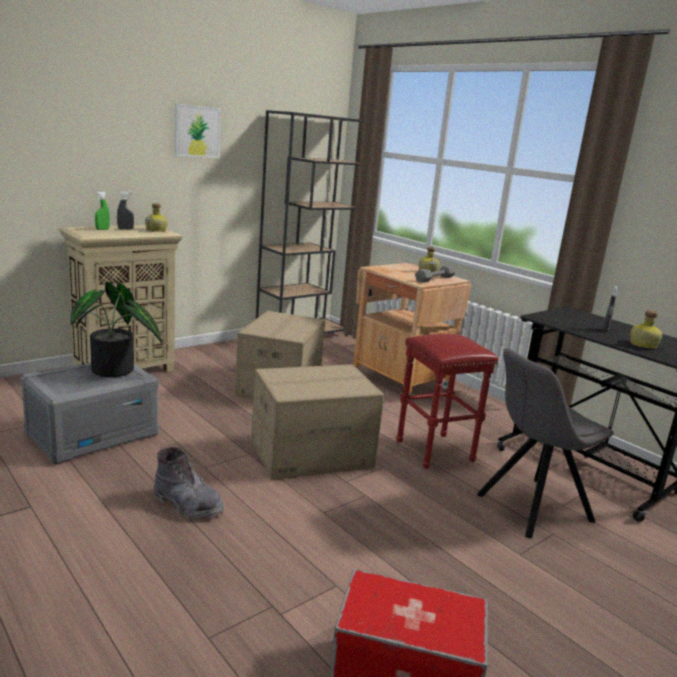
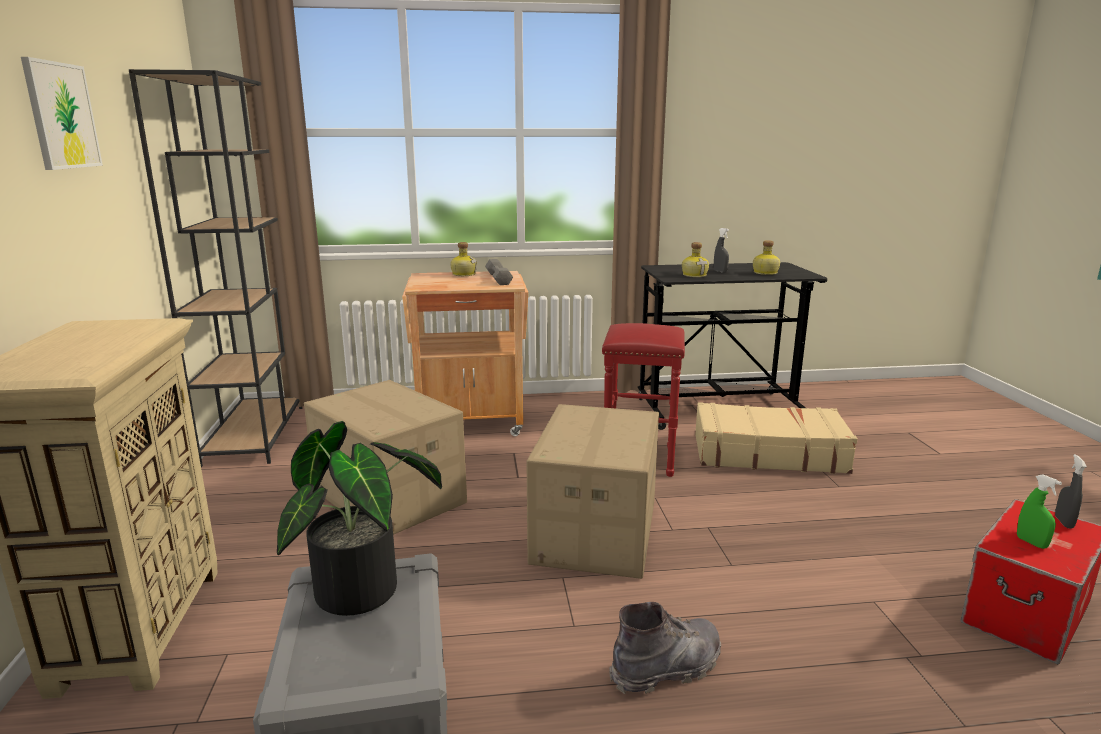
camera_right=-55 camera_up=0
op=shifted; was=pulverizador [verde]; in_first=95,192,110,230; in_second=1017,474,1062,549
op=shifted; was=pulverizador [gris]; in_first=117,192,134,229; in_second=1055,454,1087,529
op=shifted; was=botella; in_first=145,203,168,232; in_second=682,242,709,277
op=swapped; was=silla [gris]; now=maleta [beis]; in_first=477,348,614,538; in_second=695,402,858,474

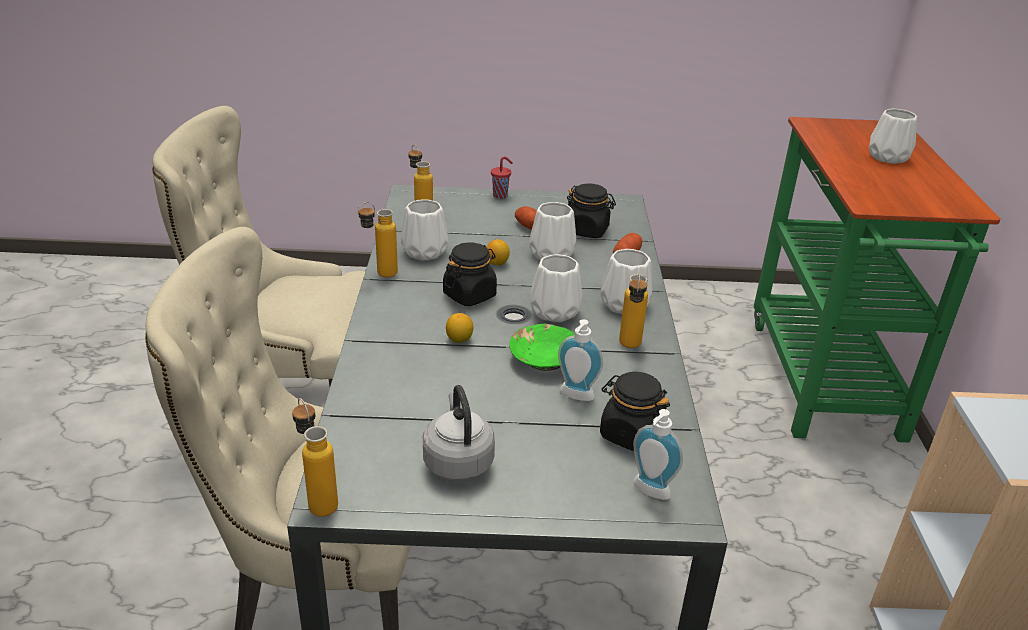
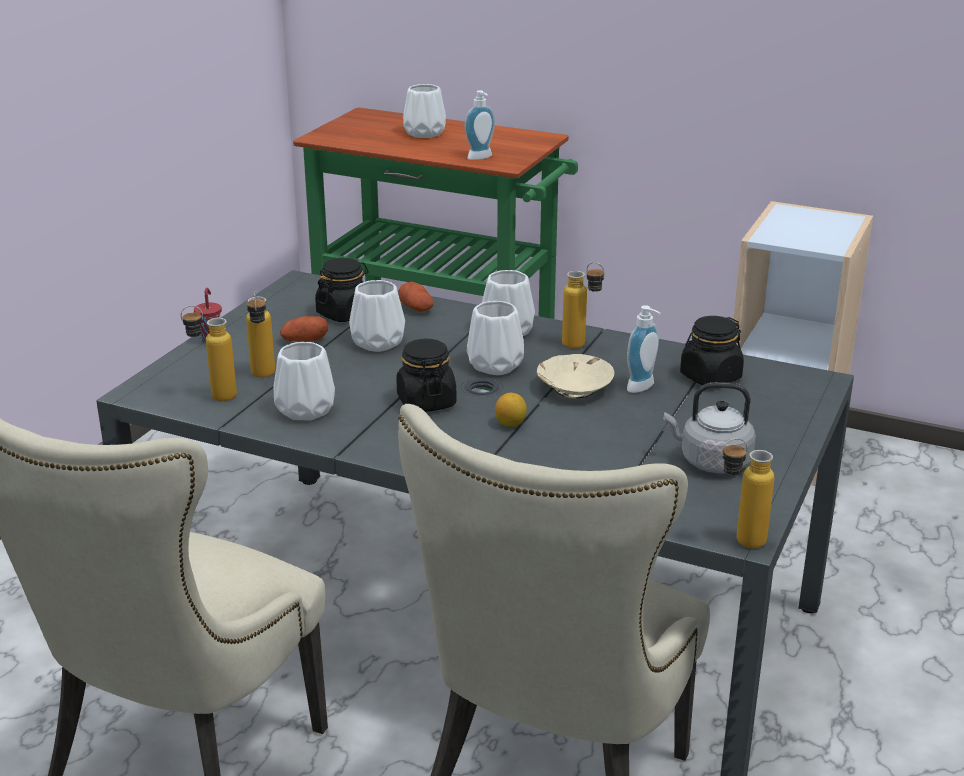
camera_right=-65 camera_up=-5
op=shifted; was=botella; in_first=358,202,398,277; in_second=246,292,275,378
op=gone; was=limón; in_first=487,239,510,265
op=repainted; was=cuenco [verde]; now=cuenco [beis]; in_first=510,324,575,371; in_second=537,354,614,398
op=shifted; was=dispensador de jabón; in_first=633,409,683,500; in_second=464,90,495,160

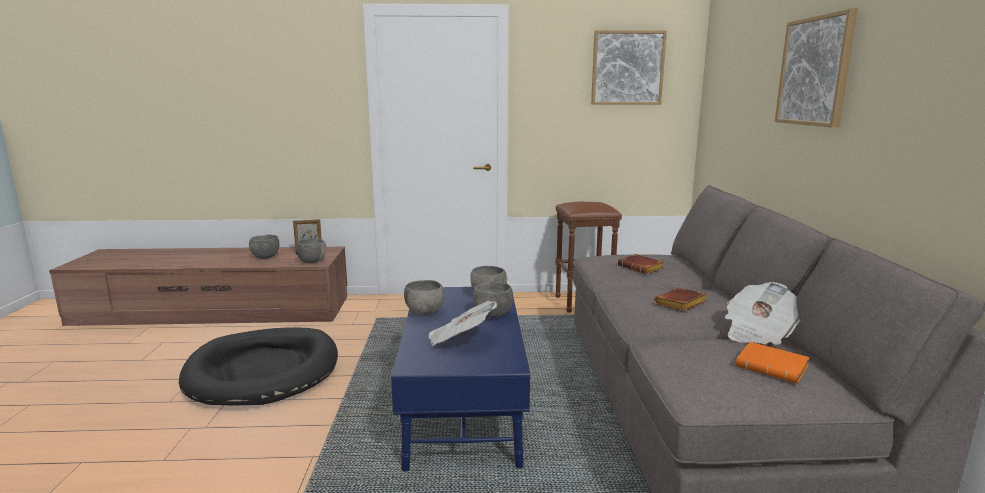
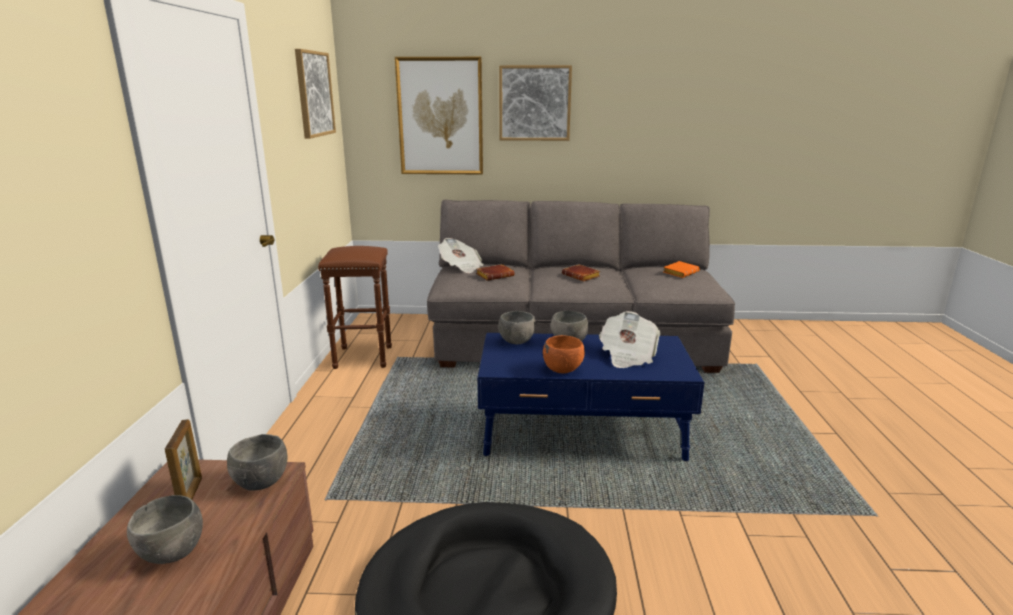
camera_right=-85 camera_up=5
op=repainted; was=cuenco [gris]; now=cuenco [naranja]; in_first=404,280,444,315; in_second=543,335,585,374
op=shifted; was=periódico; in_first=725,282,800,345; in_second=438,238,484,273
op=new; now=cuadro; in_second=395,57,483,174

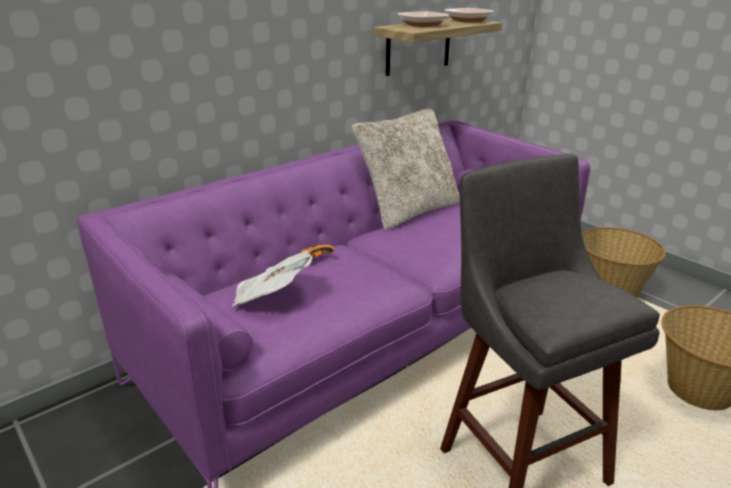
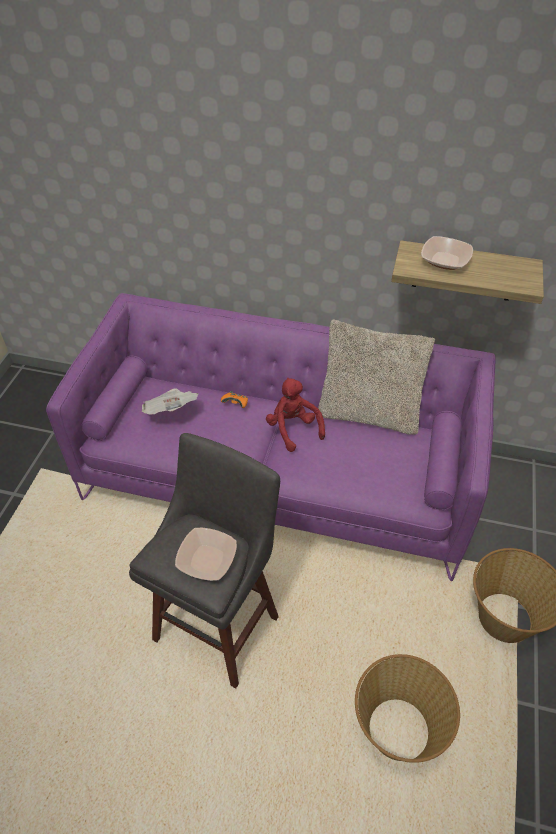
camera_right=55 camera_up=20
op=shifted; was=cuenco; in_first=444,8,494,23; in_second=175,528,237,581
op=new; now=peluche [rojo]; in_second=266,378,325,452

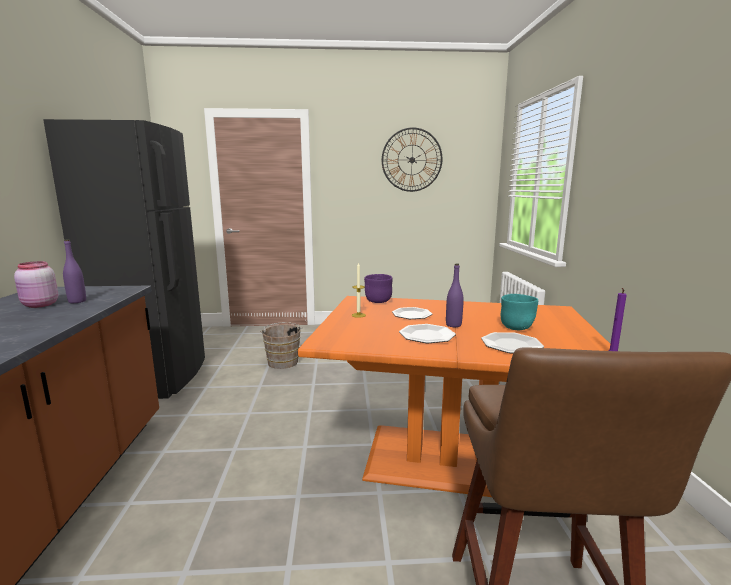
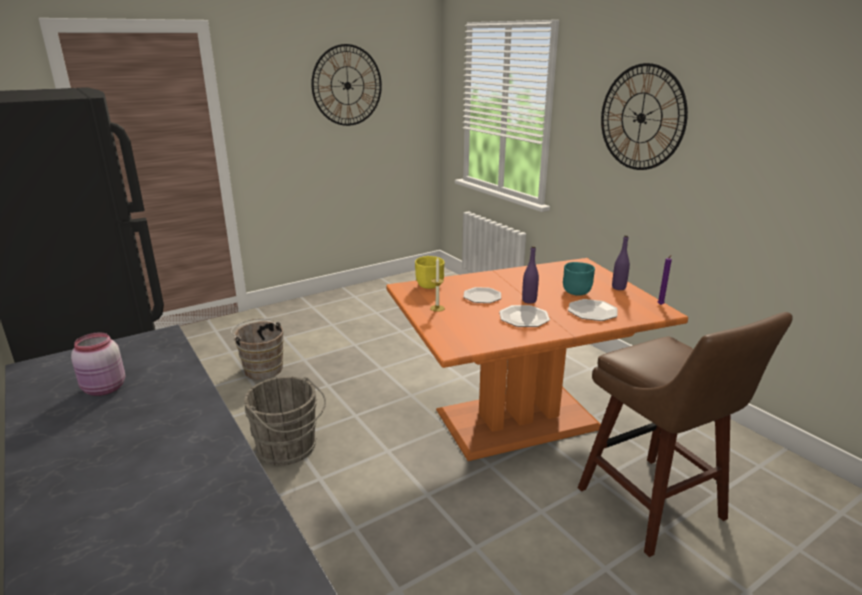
camera_right=-30 camera_up=10
op=shifted; was=botella [morado]; in_first=63,239,86,303; in_second=612,235,630,290
op=repainted; was=cuenco [morado]; now=cuenco [amarillo]; in_first=364,274,393,303; in_second=415,256,444,289
op=new; now=cubo [gris]; in_second=244,376,326,466
op=new; now=reloj de pared; in_second=601,63,688,170

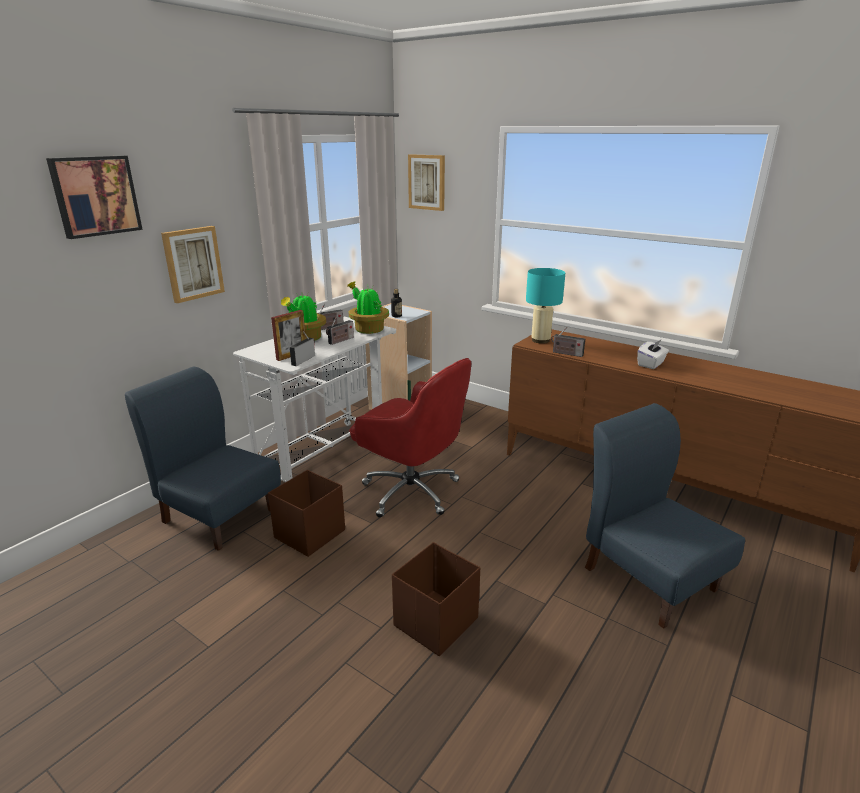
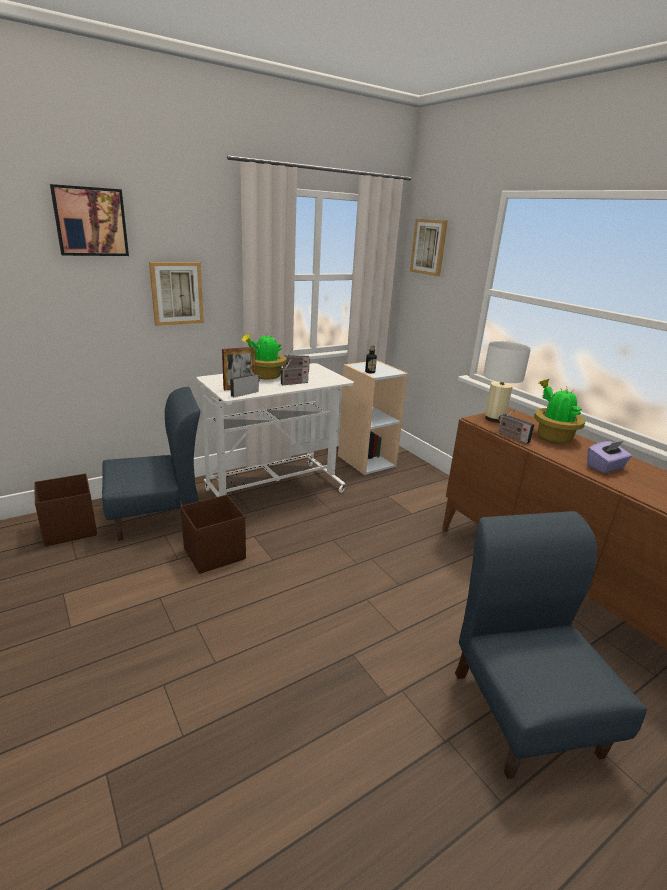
camera_right=20 camera_up=0
op=rotated; was=silla [azul]; in_first=125,367,281,551; in_second=102,387,200,541; clockwise=105
op=shifted; was=planta en maceta; in_first=348,281,389,334; in_second=534,379,585,443
op=gone; was=silla de oficina [rojo]; in_first=349,358,471,517
op=shifted; was=caja de almacenaje [marrón]; in_first=392,542,480,656; in_second=34,473,97,546
op=repainted; was=lámpara de mesa [turquesa]; now=lámpara de mesa [blanco]; in_first=526,268,565,344; in_second=483,341,531,423
op=repainted; was=caja de pañuelos [blanco]; now=caja de pañuelos [morado]; in_first=637,339,669,369; in_second=587,441,632,473

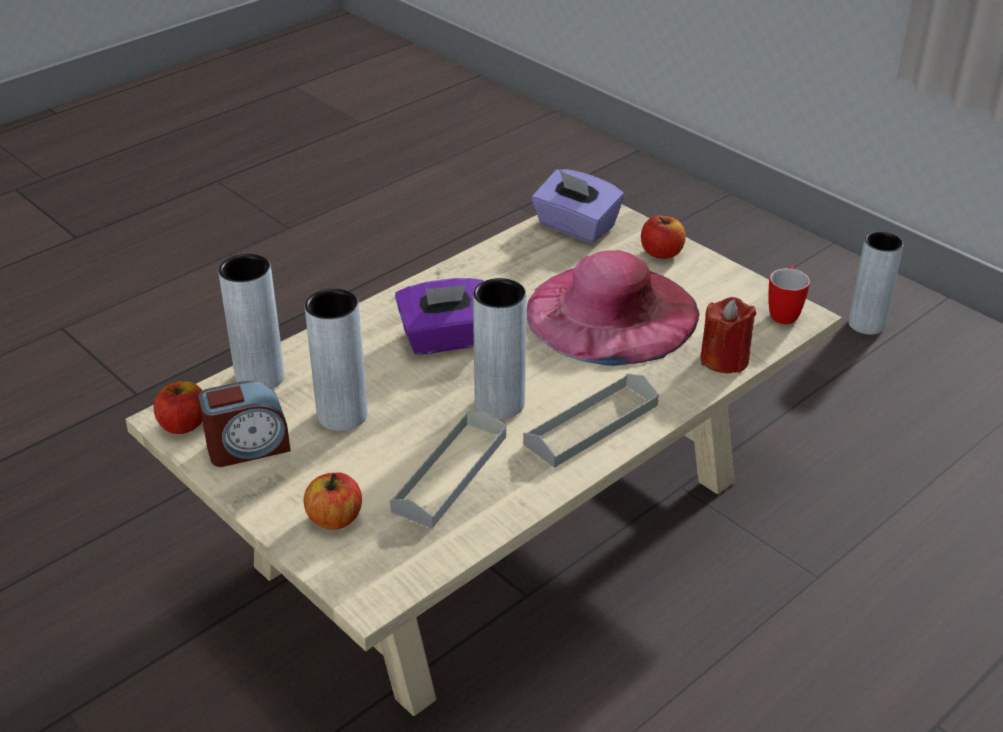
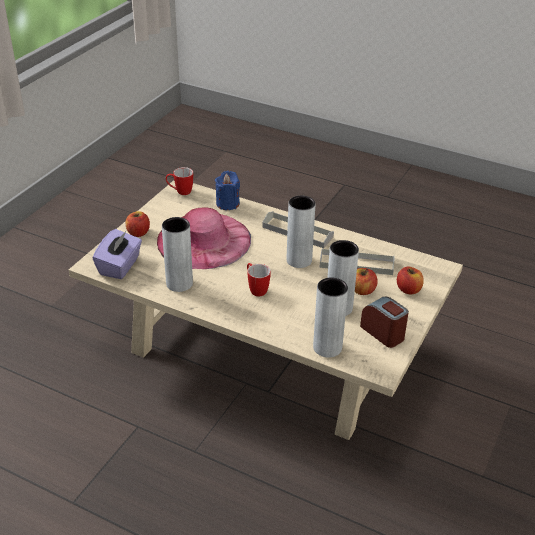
camera_right=-110 camera_up=0
op=shifted; was=manzana; in_first=154,381,202,434; in_second=355,268,378,295
op=swapped; was=caja de pañuelos [morado]; now=taza grande; in_first=395,278,484,355; in_second=247,263,271,297
op=repainted; was=vela [rojo]; now=vela [azul]; in_first=700,297,757,373; in_second=215,171,240,210
op=shifted; was=florero [gris]; in_first=848,232,903,335; in_second=162,217,193,292

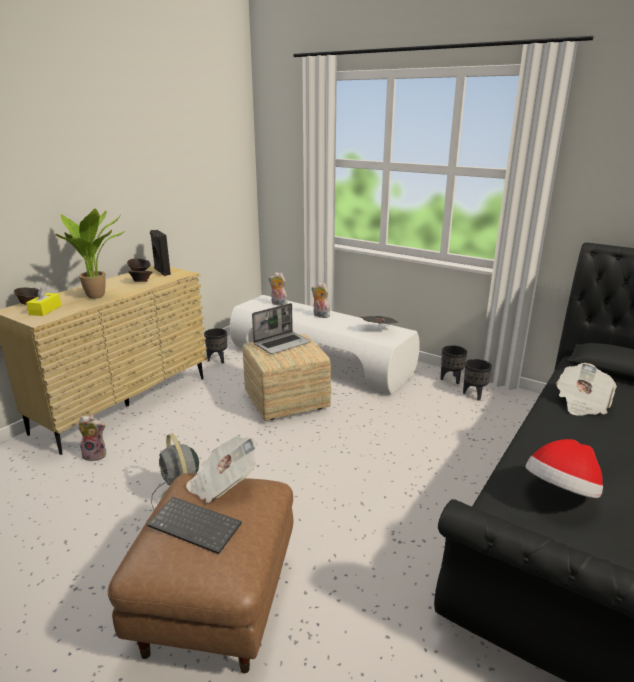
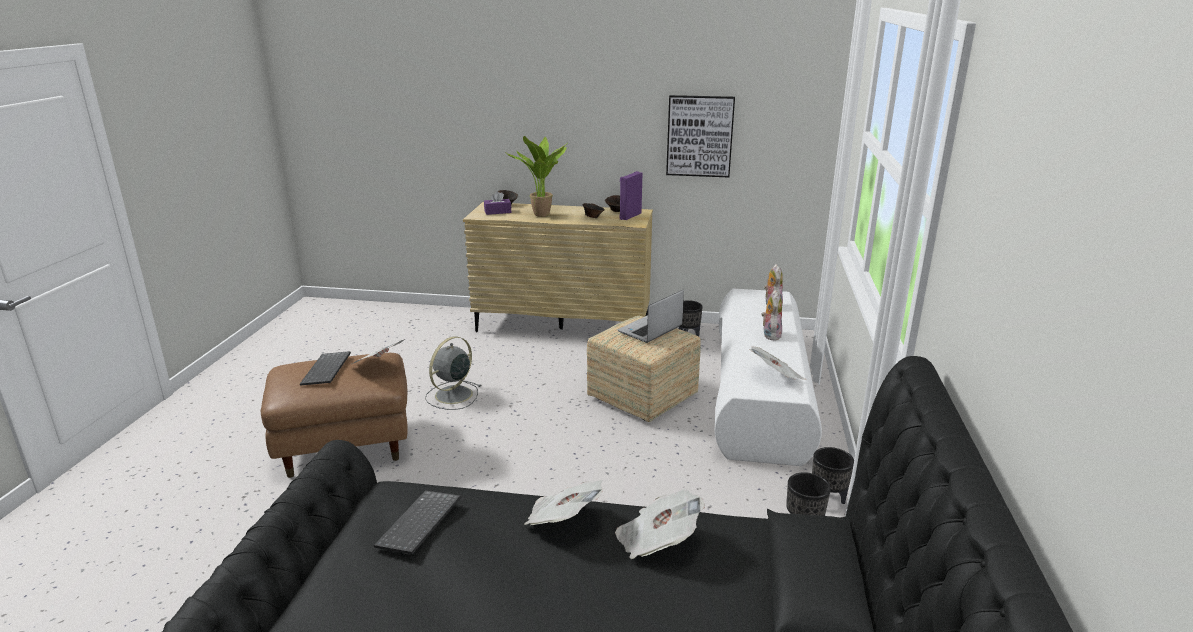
camera_right=65 camera_up=0
op=repainted; was=caja de pañuelos [amarillo]; now=caja de pañuelos [morado]; in_first=26,286,62,316; in_second=484,191,511,215
op=gone; was=peluche; in_first=78,415,106,461
op=repainted; was=altavoz [negro]; now=altavoz [morado]; in_first=150,230,171,276; in_second=619,171,642,220
op=rotated; was=portátil; in_first=252,303,311,354; in_second=618,290,684,343; clockwise=105
op=swapped; was=sombrero; now=teclado; in_first=526,439,603,498; in_second=374,490,461,554
op=new; now=periódico; in_second=524,480,603,525
op=new; now=cuadro; in_second=666,95,735,177

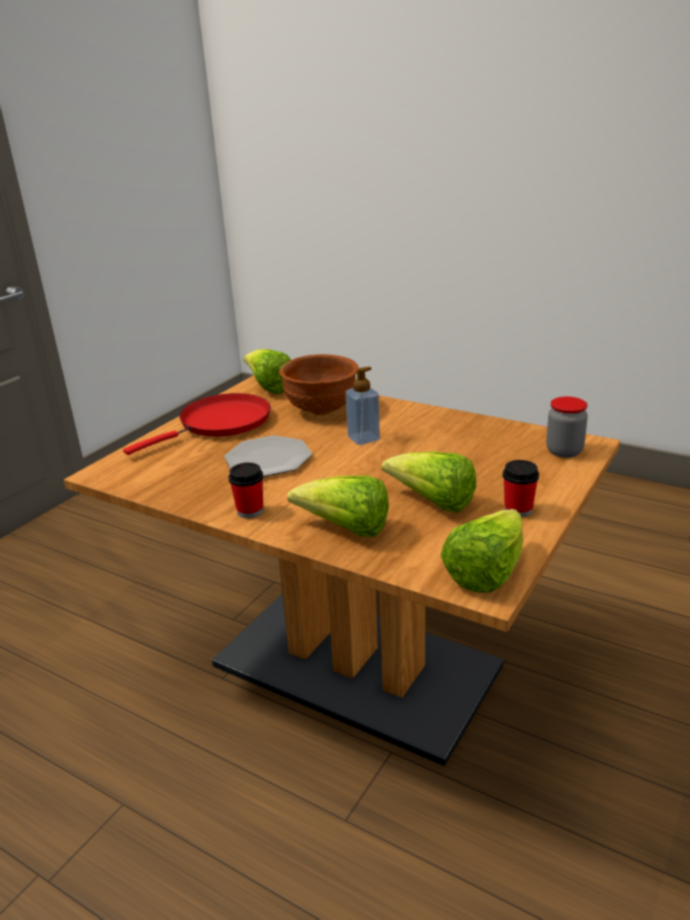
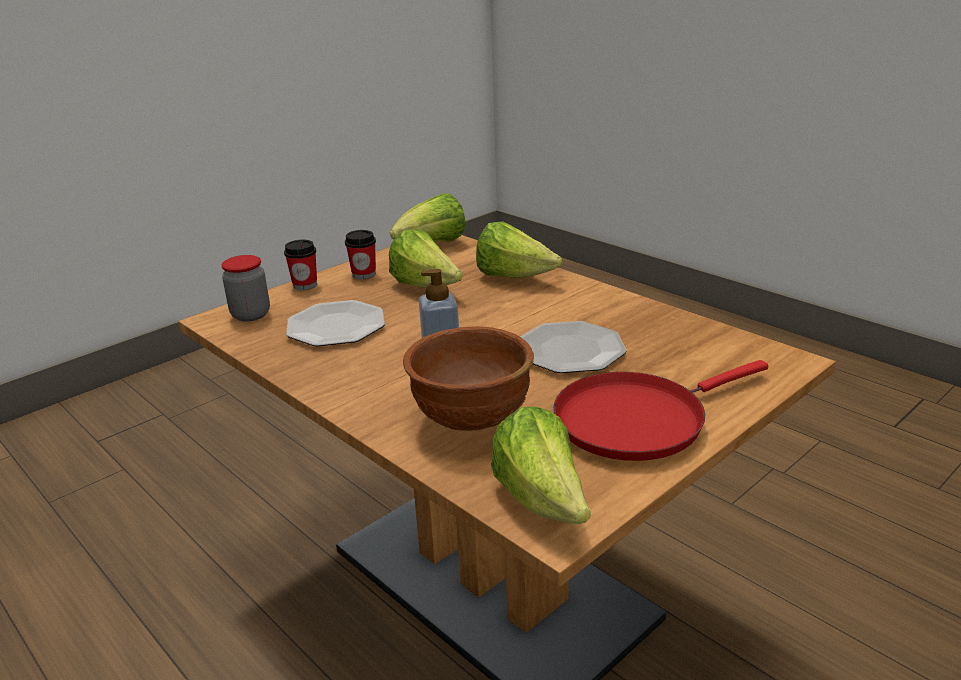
camera_right=-165 camera_up=0
op=shifted; was=taza; in_first=228,462,263,518; in_second=284,240,317,290
op=new; now=plato; in_second=286,300,385,347

